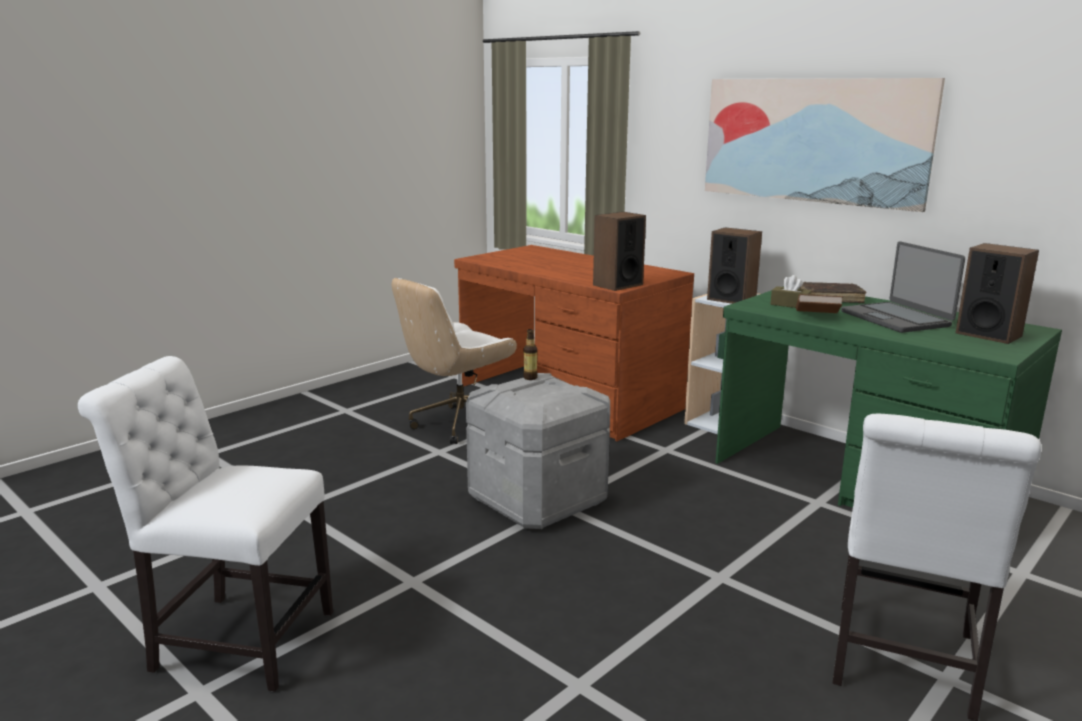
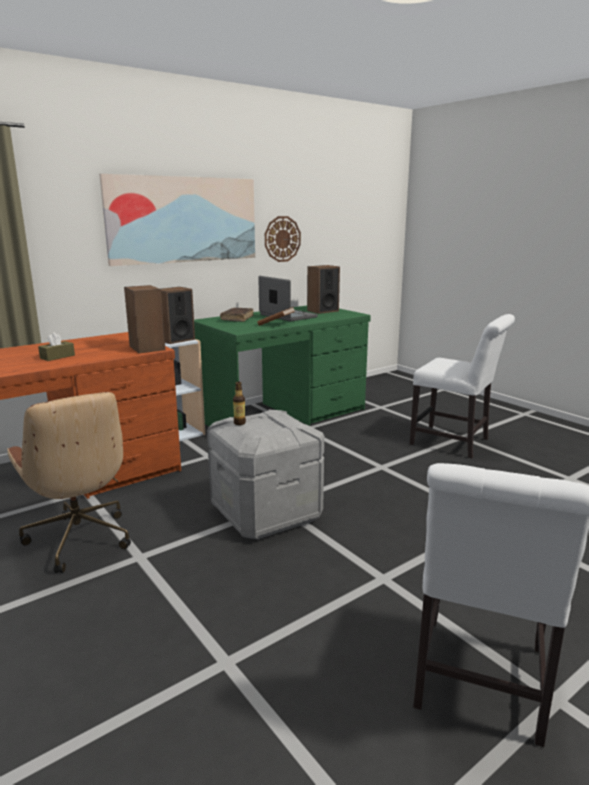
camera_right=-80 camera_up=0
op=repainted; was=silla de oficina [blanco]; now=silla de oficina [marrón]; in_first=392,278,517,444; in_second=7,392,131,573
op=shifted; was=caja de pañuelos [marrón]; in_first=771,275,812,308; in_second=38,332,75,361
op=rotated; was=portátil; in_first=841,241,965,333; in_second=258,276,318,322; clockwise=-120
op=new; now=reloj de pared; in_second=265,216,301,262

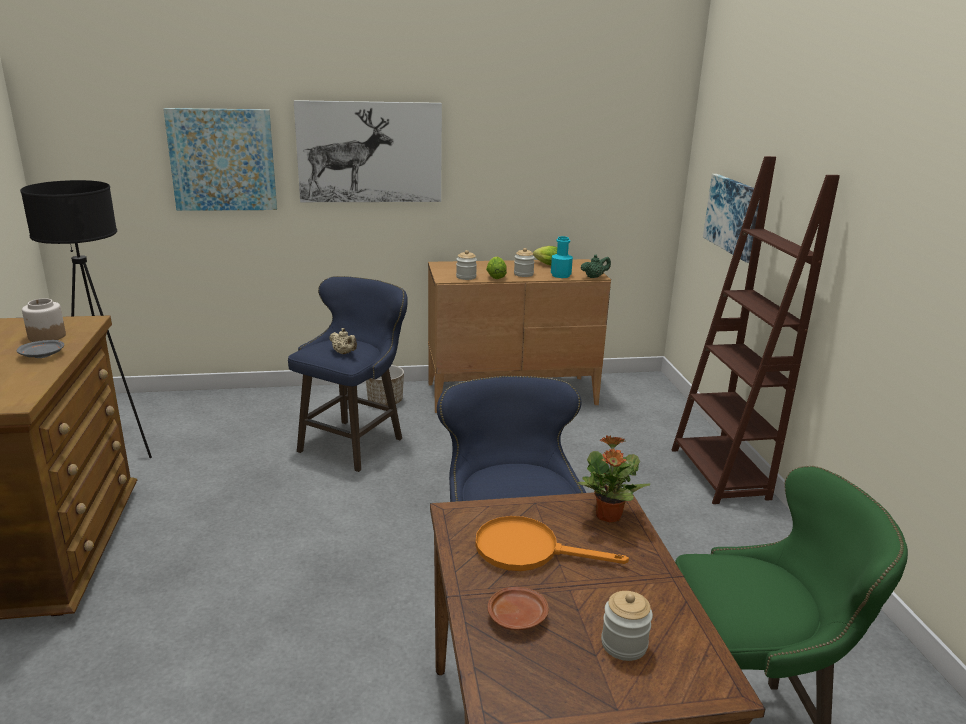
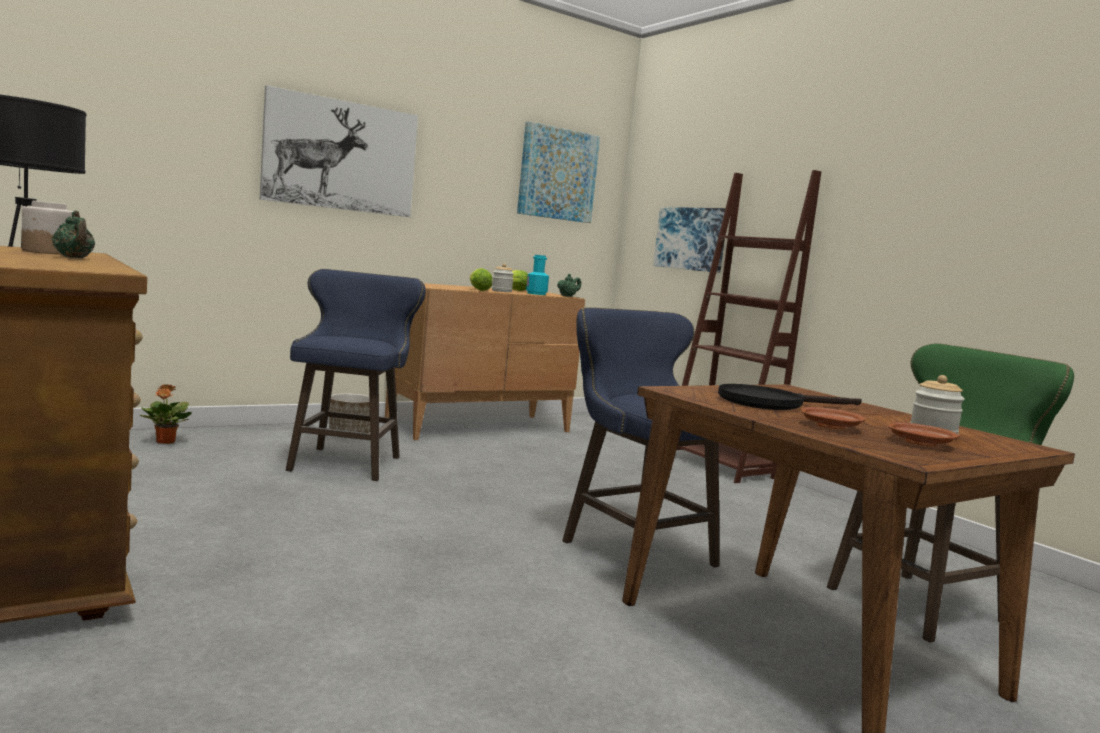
camera_right=-25 camera_up=-15
op=swapped; was=plato [gris]; now=tetera [verde]; in_first=17,340,64,358; in_second=52,211,95,258
op=shifted; was=cuadro; in_first=163,108,277,211; in_second=517,121,600,223
op=gone; was=tetera [beis]; in_first=329,328,357,354
op=gone; was=tarro; in_first=456,250,477,280
op=repainted; was=sartén [naranja]; now=sartén [negro]; in_first=475,516,629,571; in_second=718,384,862,410
op=shifted; was=planta en maceta; in_first=578,435,650,523; in_second=140,384,191,444
op=new; now=plato [marrón]; in_second=888,422,959,446

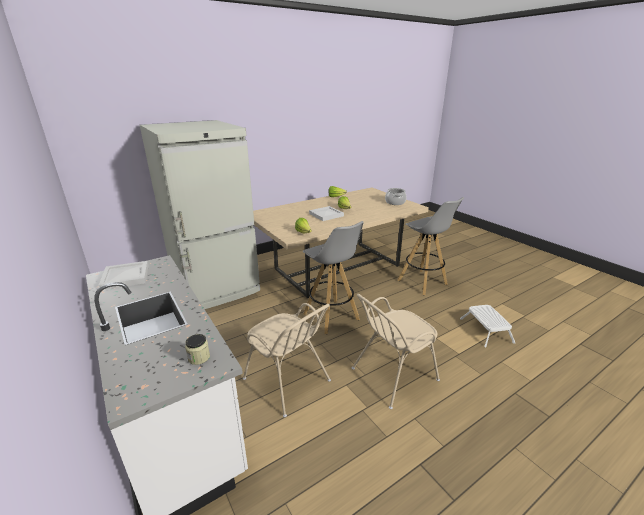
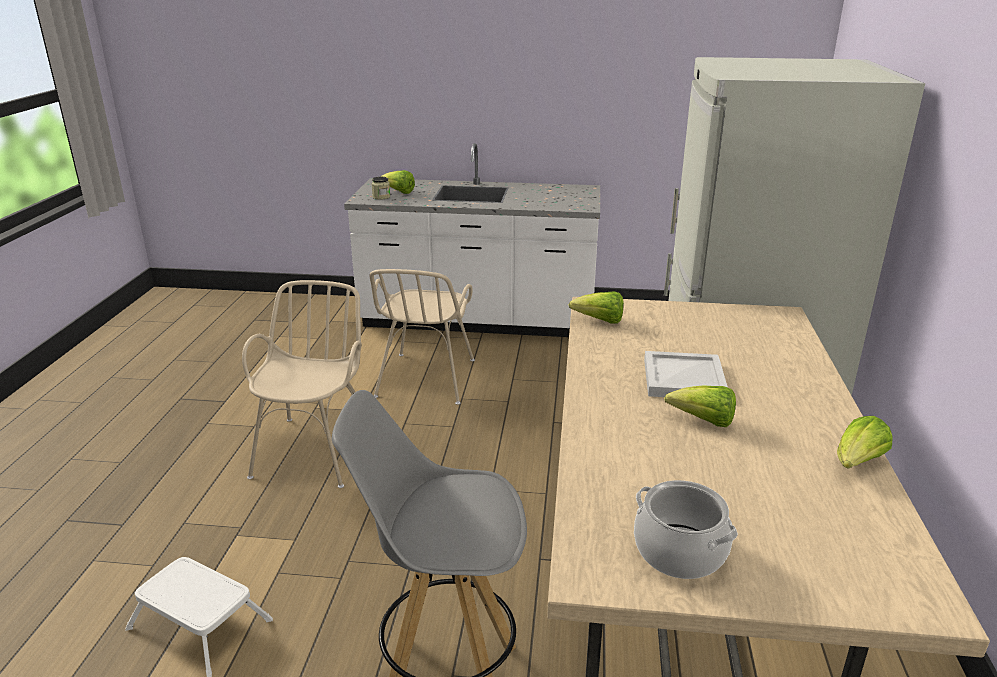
camera_right=130 camera_up=0
op=gone; was=bandeja [blanco]; in_first=99,261,149,290
op=rotated; was=silla [beis]; in_first=243,303,331,417; in_second=370,269,475,405; clockwise=-75
op=gone; was=taburete [gris]; in_first=303,221,364,334
op=new; now=lechuga; in_second=380,170,415,194

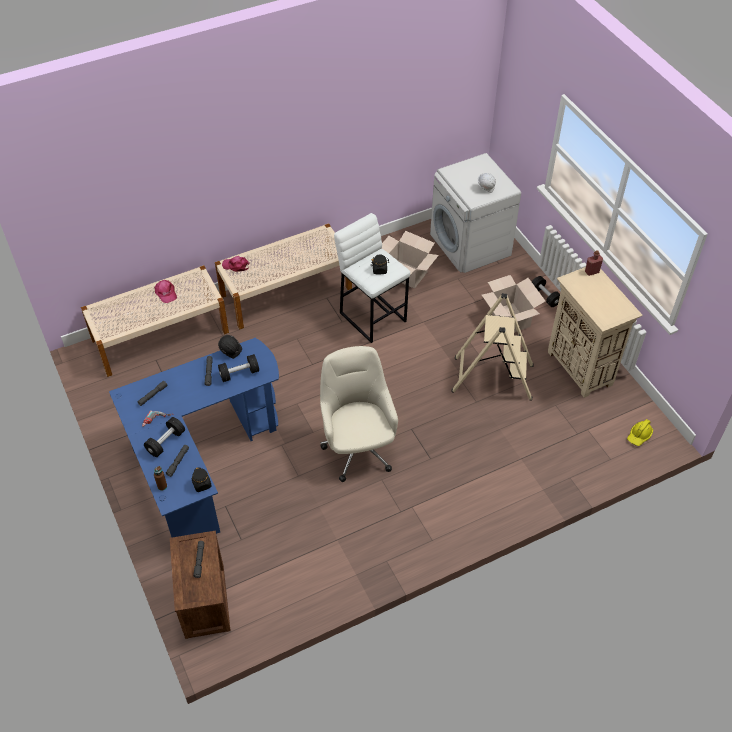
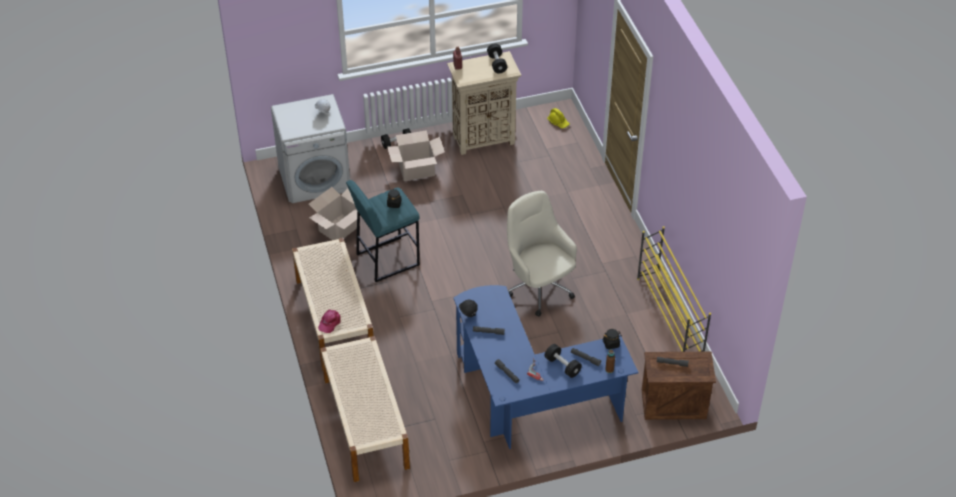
camera_right=-80 camera_up=-5
op=gone; was=gorra [rosa]; in_first=154,280,177,303
op=shifted; was=mancuerna [negro]; in_first=218,354,259,382; in_second=487,44,507,74
op=rotated; was=silla de oficina [beis]; in_first=320,346,398,482; in_second=507,191,577,317; clockwise=60
op=repainted; was=taburete [blanco]; now=taburete [turquesa]; in_first=334,213,410,343; in_second=346,180,420,282
op=gone; was=escalera de tijera [beis]; in_first=452,293,533,400
op=new; now=zapatero [amarillo]; in_second=637,226,711,352

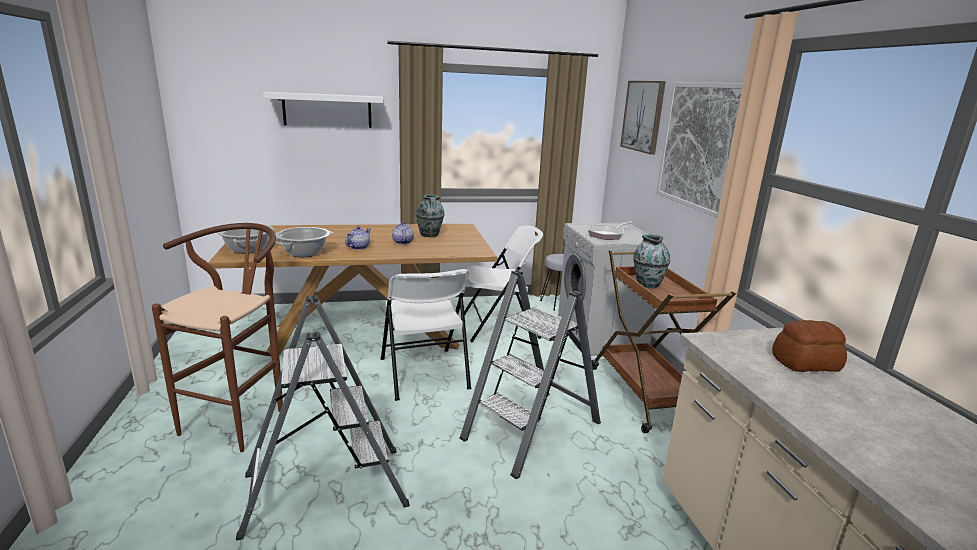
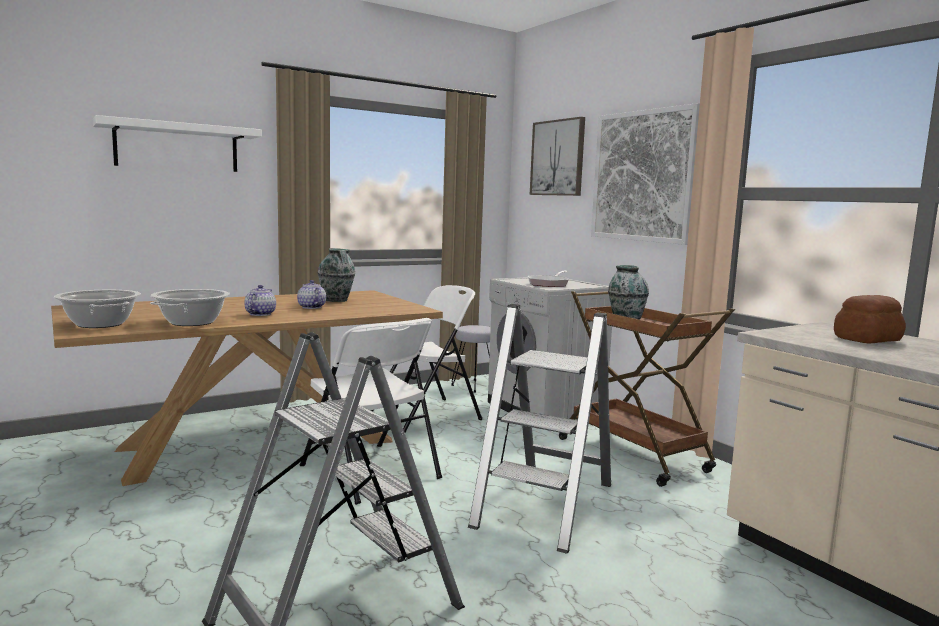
camera_right=-20 camera_up=-10
op=gone; was=taburete [marrón]; in_first=152,223,283,452

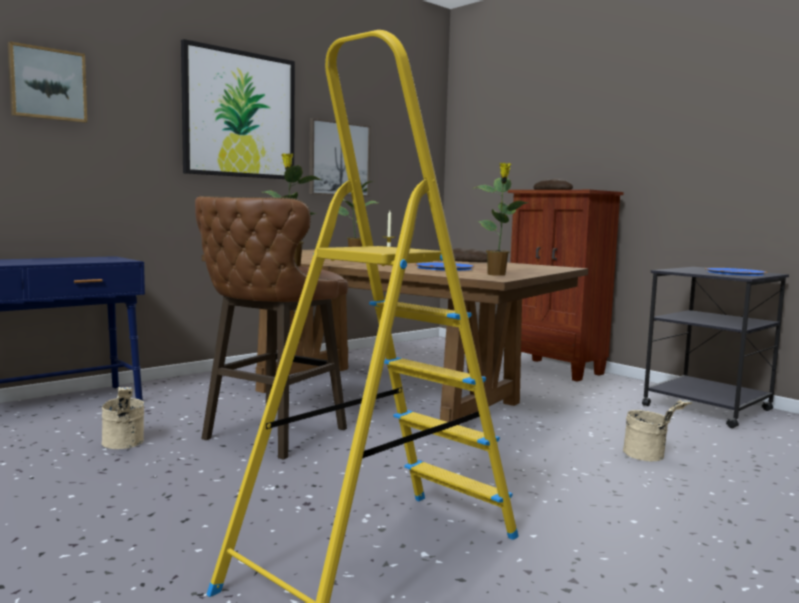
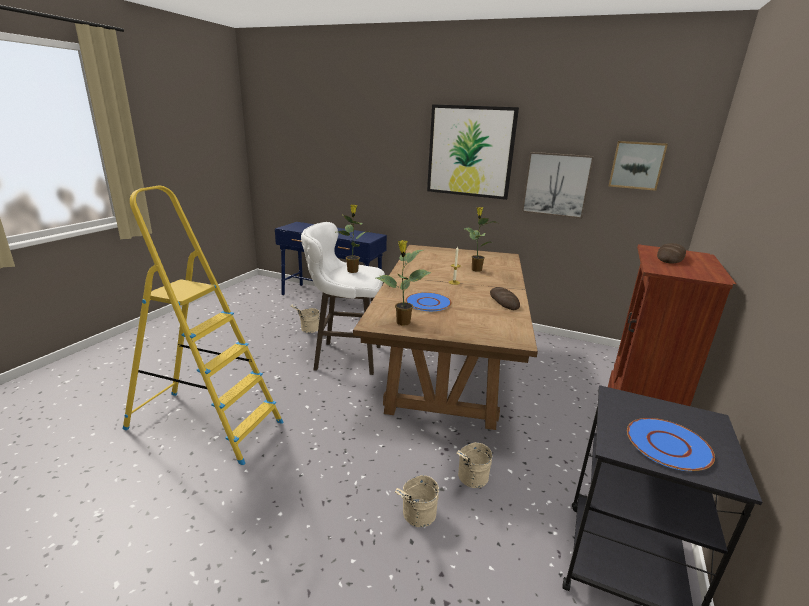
camera_right=65 camera_up=15
op=shifted; was=cuadro; in_first=8,41,87,123; in_second=609,141,668,191
op=repainted; was=taburete [marrón]; now=taburete [blanco]; in_first=195,196,348,460; in_second=301,222,385,375
op=new; now=cubo [beis]; in_second=456,442,493,488

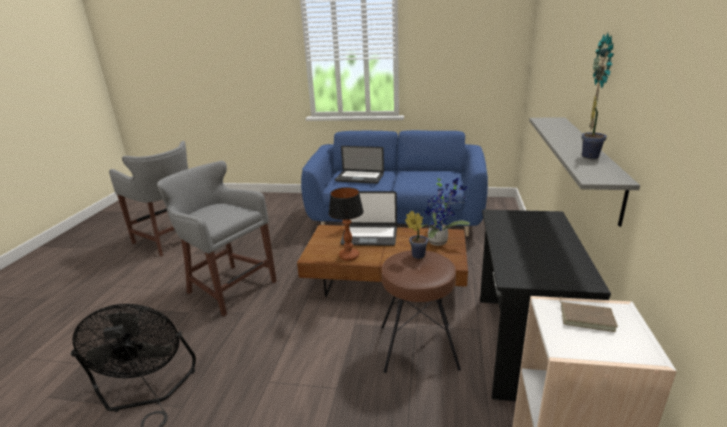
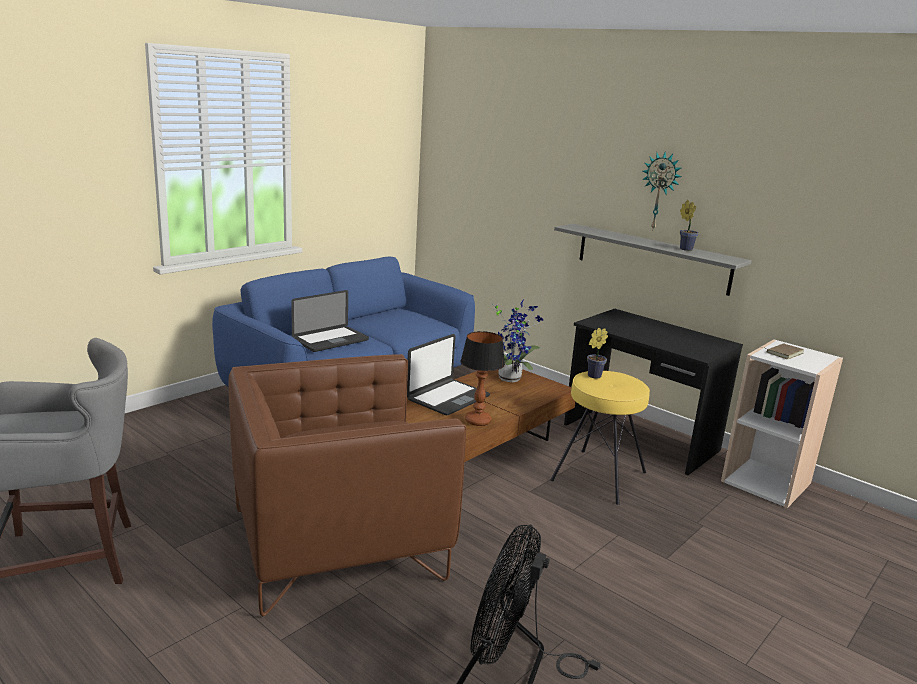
camera_right=-60 camera_up=-5
op=swapped; was=taburete [gris]; now=sillón [marrón]; in_first=157,161,277,316; in_second=229,354,466,617
op=repainted; was=taburete [marrón]; now=taburete [amarillo]; in_first=381,250,461,373; in_second=550,371,650,505

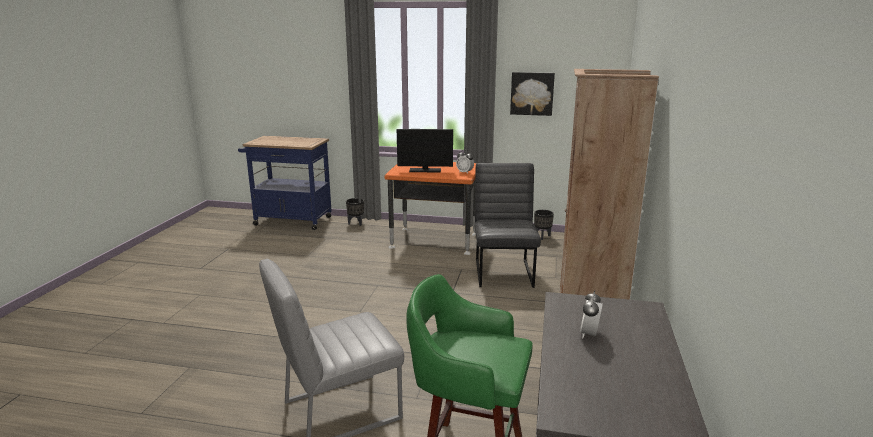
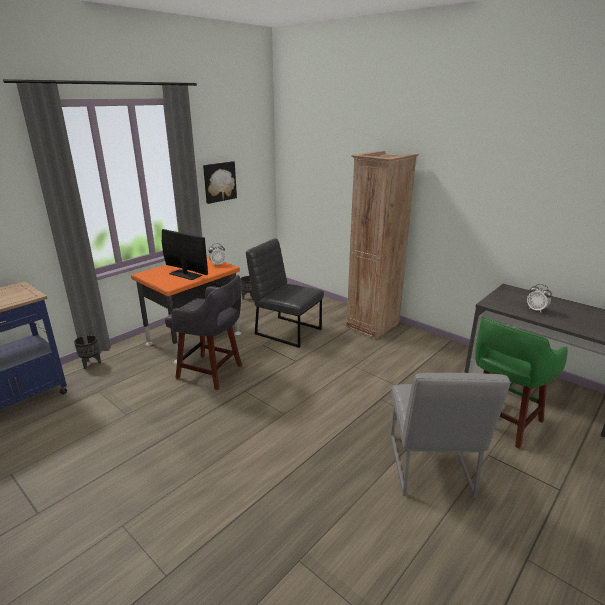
camera_right=-60 camera_up=5
op=rotated; was=monitor; in_first=397,129,453,172; in_second=162,229,208,280; clockwise=-90
op=new; now=taburete [gris]; in_second=165,275,242,390

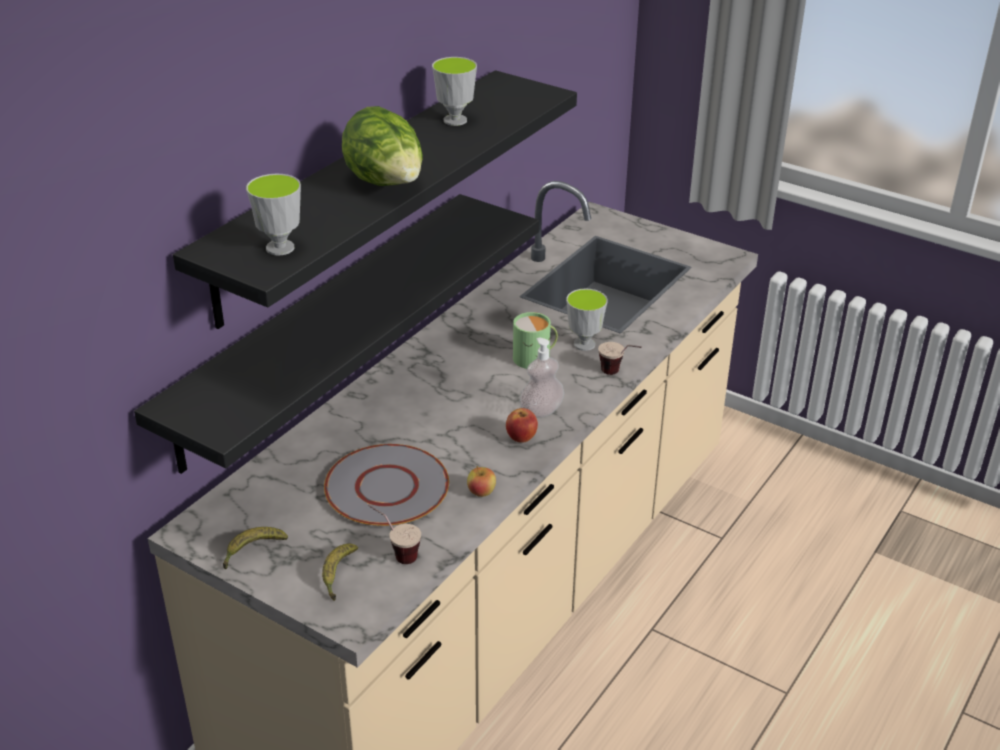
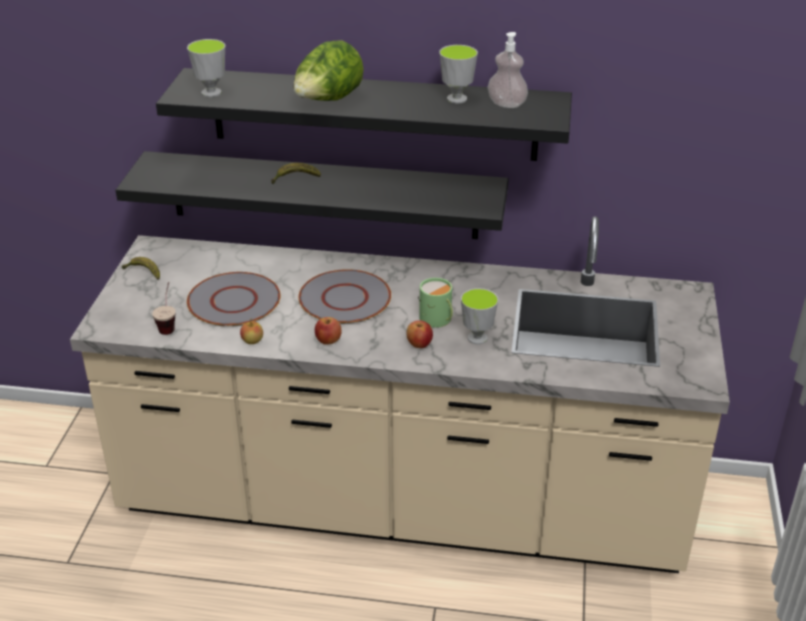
camera_right=65 camera_up=0
op=shifted; was=plátano; in_first=322,543,358,601; in_second=271,163,321,184
op=shifted; was=dispensador de jabón; in_first=520,338,564,418; in_second=487,32,528,108
op=gone; was=taza; in_first=598,342,642,375
op=new; now=plato [gris]; in_second=299,269,391,324
op=new; now=manzana; in_second=406,320,433,348

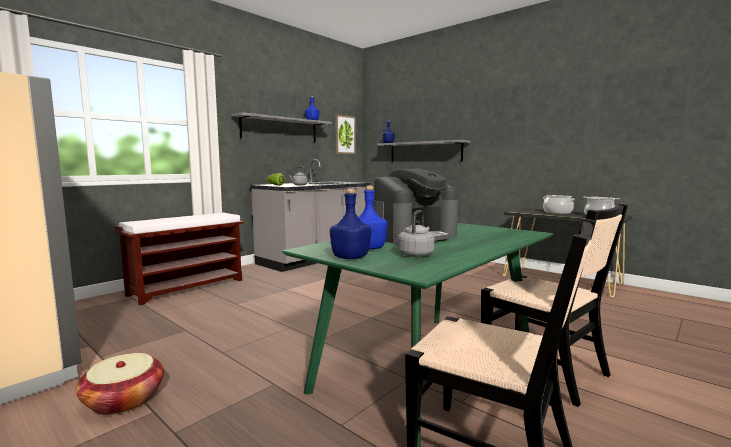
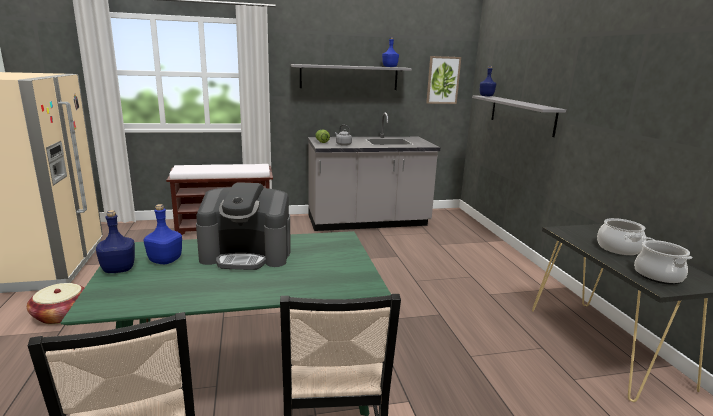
camera_right=35 camera_up=10
op=gone; was=hervidor [gris]; in_first=398,210,435,257

